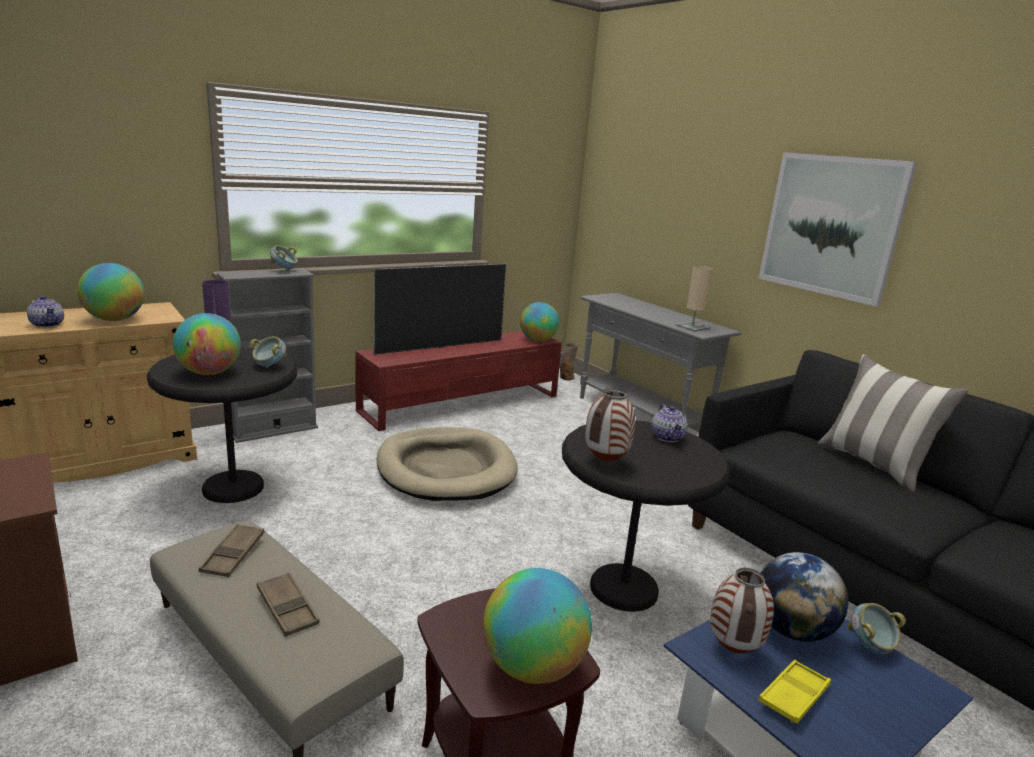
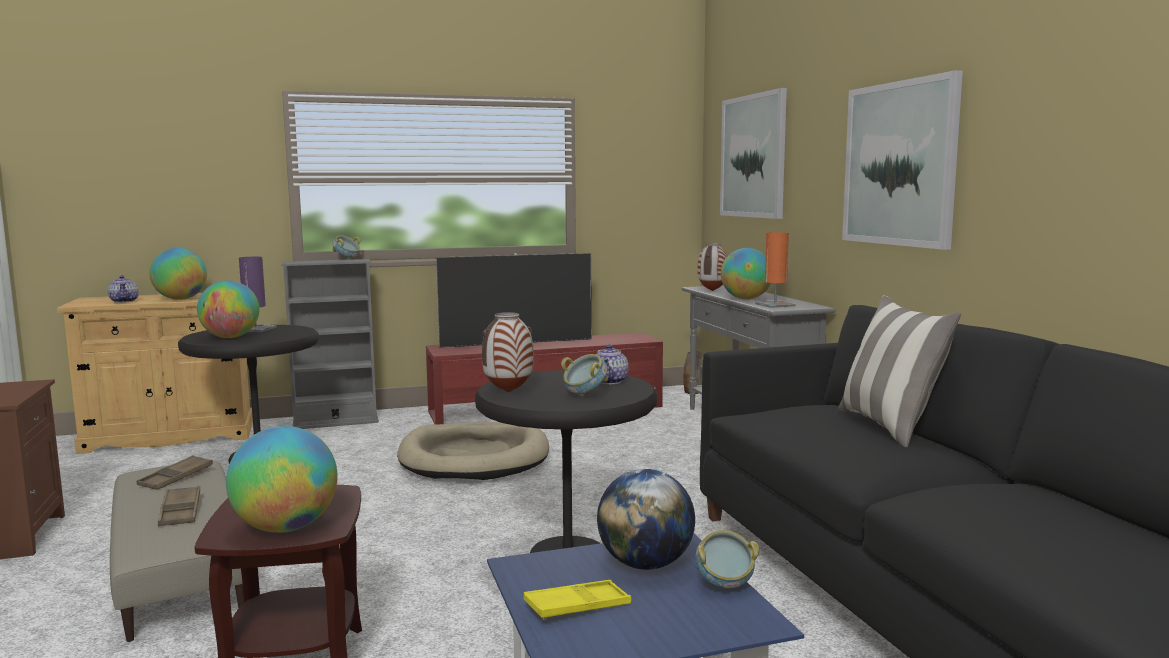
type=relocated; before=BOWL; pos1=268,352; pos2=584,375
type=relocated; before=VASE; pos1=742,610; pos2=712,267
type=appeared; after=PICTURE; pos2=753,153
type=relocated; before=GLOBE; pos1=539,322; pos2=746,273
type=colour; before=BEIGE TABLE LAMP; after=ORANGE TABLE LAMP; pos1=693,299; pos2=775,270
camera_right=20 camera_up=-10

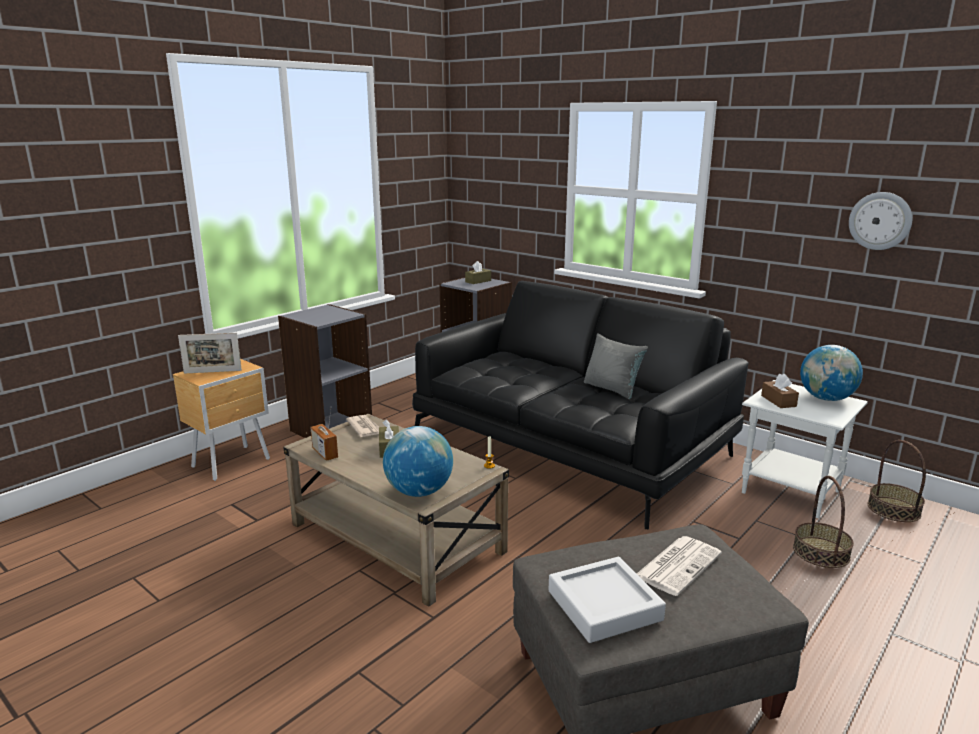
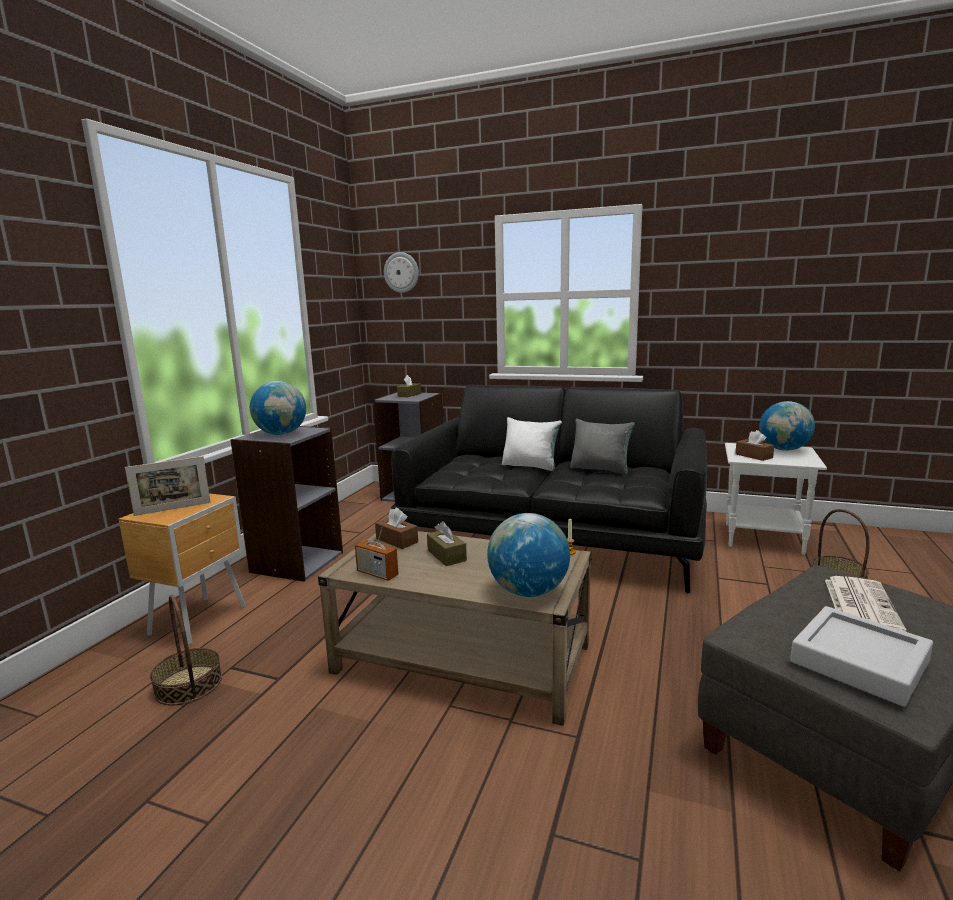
type=relocated; before=BASKET; pos1=896,481; pos2=186,650
type=appeared; after=GLOBE; pos2=278,408
type=exchanged; before=NEWSPAPER; after=BROWN TISSUE BOX; pos1=362,426; pos2=396,528
type=relocated; before=WALL CLOCK; pos1=880,221; pos2=401,272
type=appeared; after=WHITE PILLOW; pos2=532,444
camera_right=-20 camera_up=-5

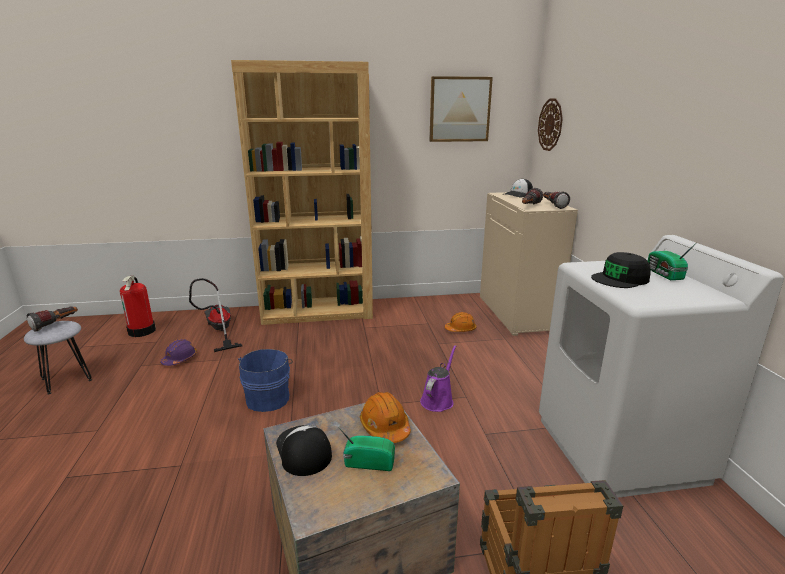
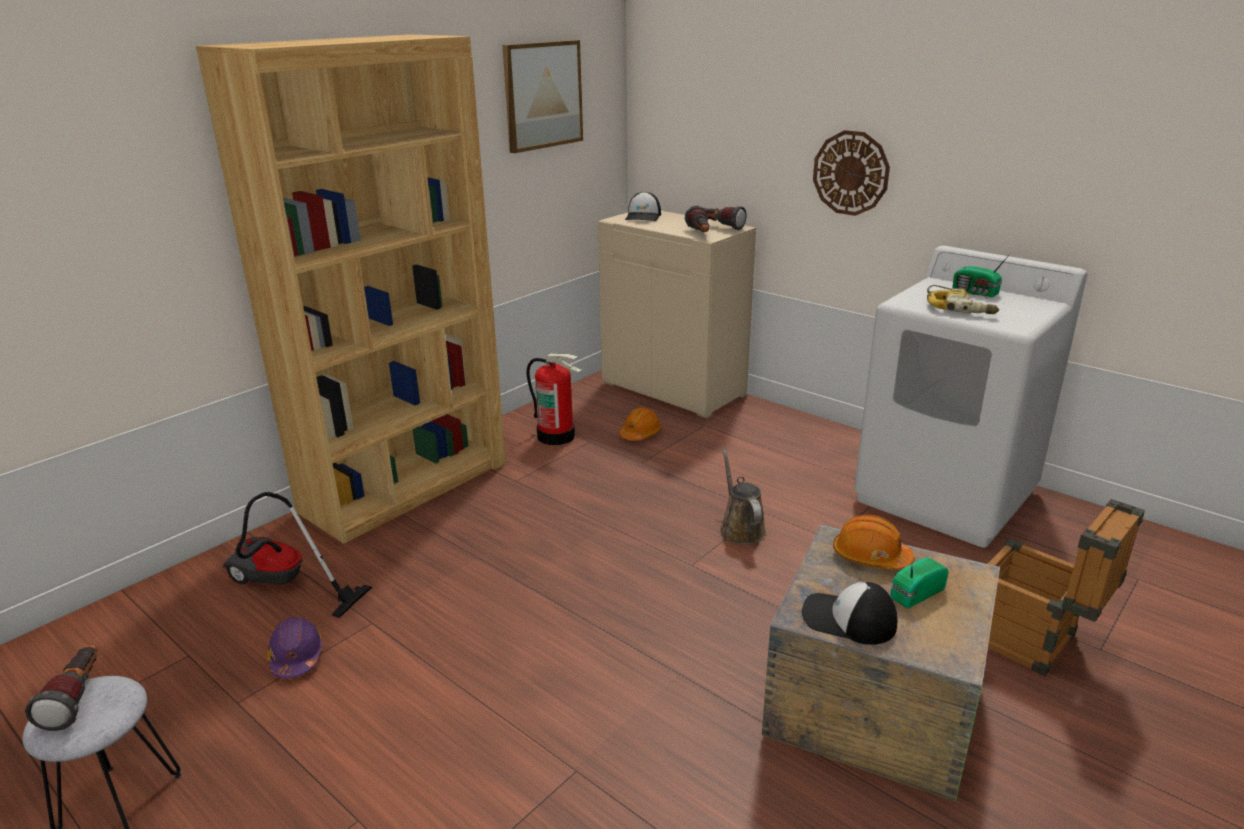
type=relocated; before=FIRE EXTINGUISHER; pos1=138,306; pos2=554,399
type=colour; before=PURPLE WATERING CAN; after=BROWN WATERING CAN; pos1=438,378; pos2=743,497
type=relocated; before=WALL CLOCK; pos1=550,124; pos2=851,173
type=exchanged; before=BLACK CAP; after=POWER DRILL; pos1=621,270; pos2=963,299
type=missing; before=BLUE BUCKET; pos1=265,380
camera_right=-40 camera_up=5

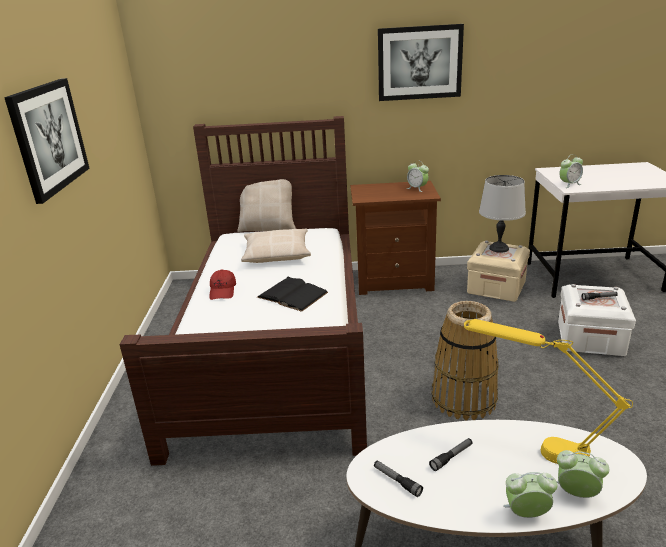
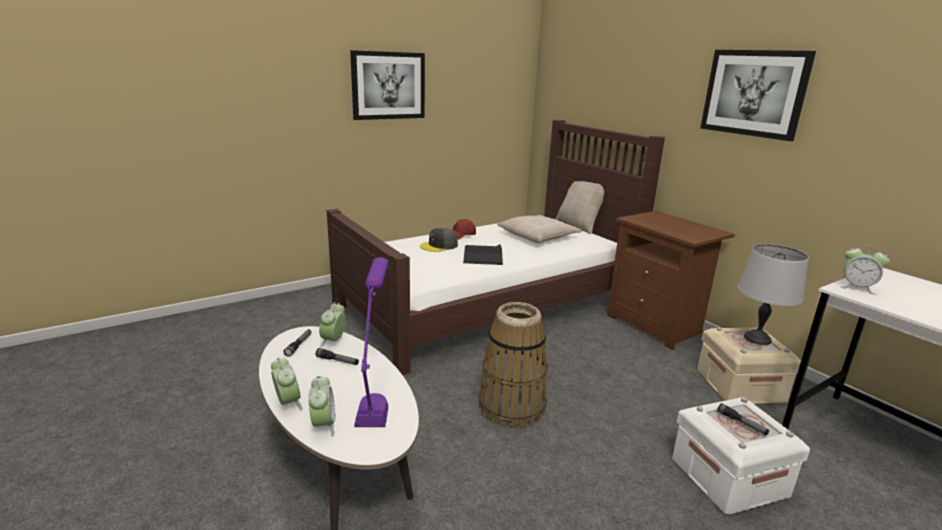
type=relocated; before=ALARM CLOCK; pos1=418,176; pos2=332,325
type=colour; before=YELLOW TABLE LAMP; after=PURPLE TABLE LAMP; pos1=548,391; pos2=371,342
type=appeared; after=GREY CAP; pos2=439,240
camera_right=55 camera_up=-5

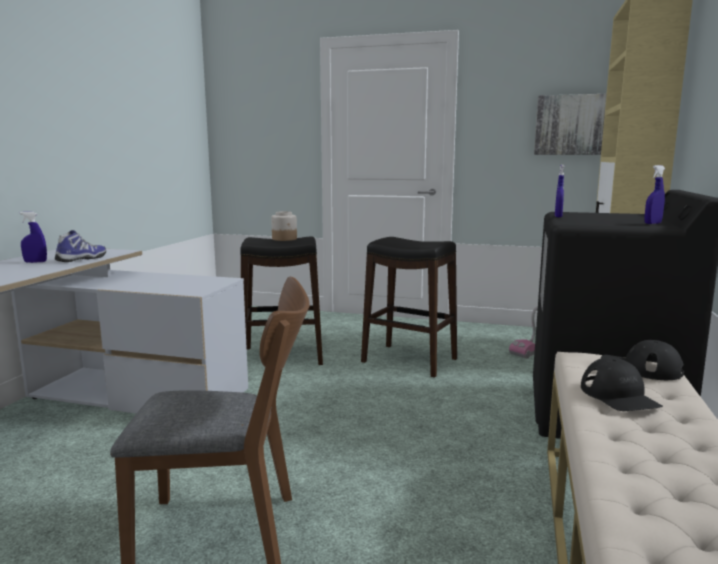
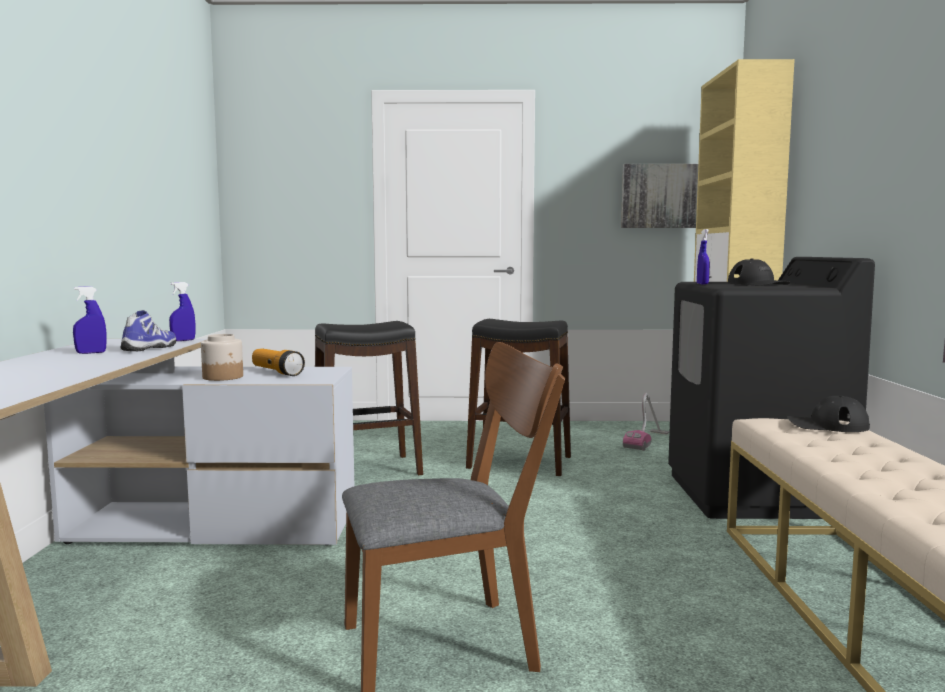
type=relocated; before=BLUE SPRAY BOTTLE; pos1=654,194; pos2=182,311
type=relocated; before=JAR; pos1=284,226; pos2=222,357
type=appeared; after=FLASHLIGHT; pos2=278,362
type=relocated; before=BLACK CAP; pos1=622,384; pos2=759,272
camera_right=-15 camera_up=-5

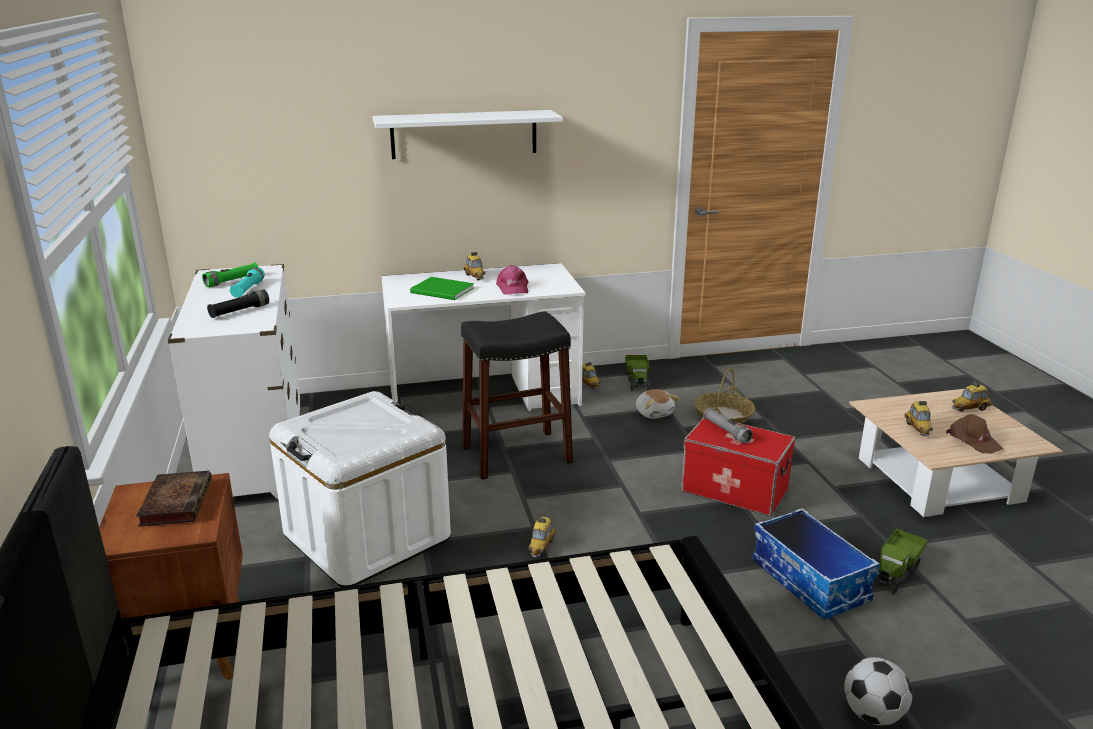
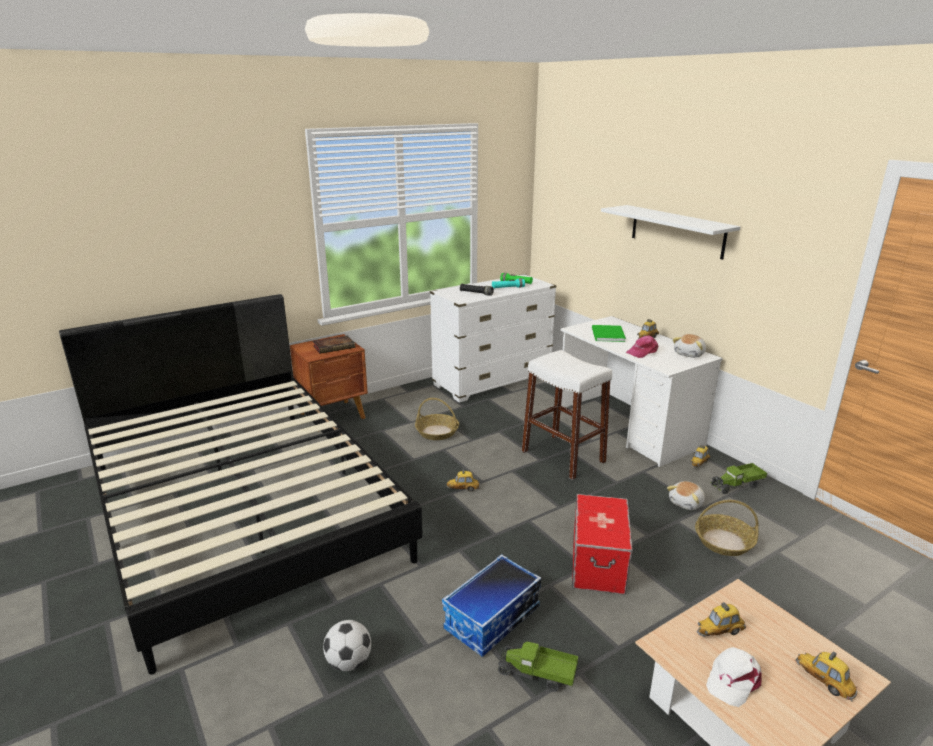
type=exchanged; before=WHITE STORAGE BOX; after=BASKET; pos1=360,489; pos2=437,419
type=colour; before=BLACK STOOL; after=WHITE STOOL; pos1=517,395; pos2=567,415
type=appeared; after=PLUSH TOY; pos2=689,346
type=colour; before=BROWN CAP; after=WHITE CAP; pos1=974,433; pos2=734,677
type=missing; before=GREY FLASHLIGHT; pos1=728,426
camera_right=70 camera_up=0

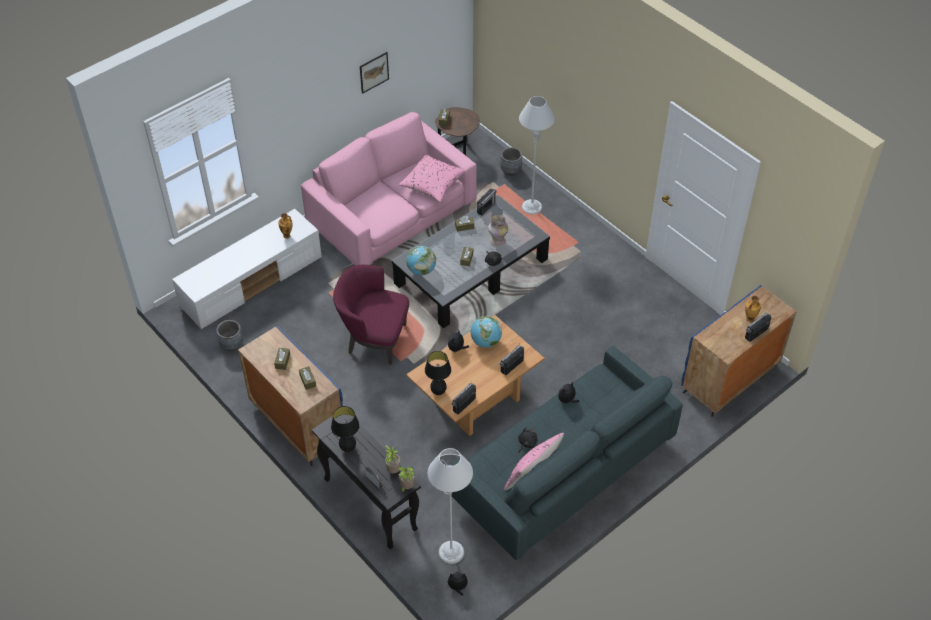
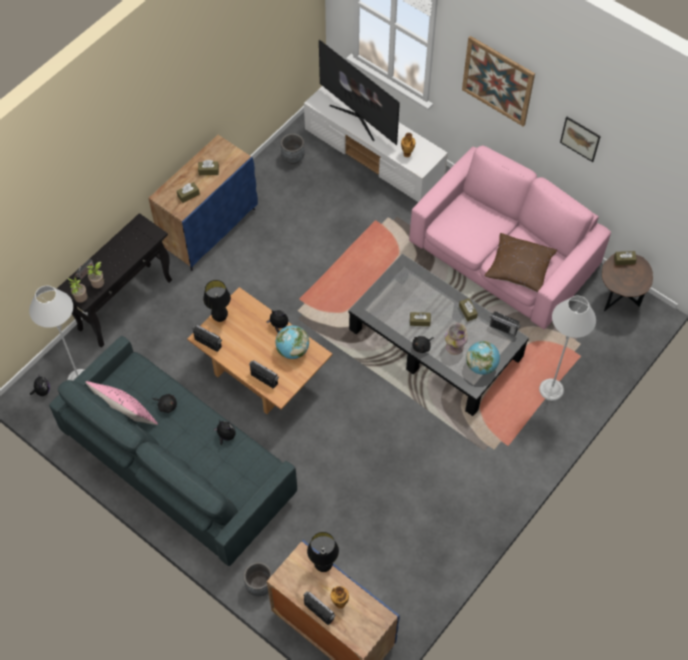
type=relocated; before=GREY PLANTER; pos1=511,161; pos2=257,579
type=relocated; before=BLACK TABLE LAMP; pos1=345,429; pos2=323,552
type=appeared; after=TELEVISION; pos2=359,92
type=appeared; after=PICTURE; pos2=498,81
type=relocated; before=GLOBE; pos1=421,260; pos2=483,358
type=colour; before=PINK PILLOW; after=BROWN PILLOW; pos1=431,178; pos2=521,262
type=missing; before=PURPLE ARMCHAIR; pos1=371,315
camera_right=80 camera_up=10

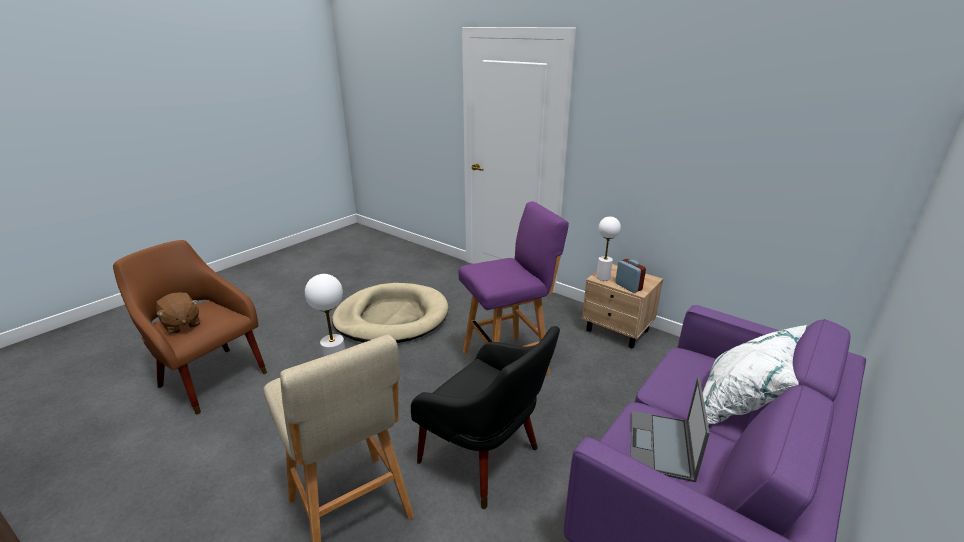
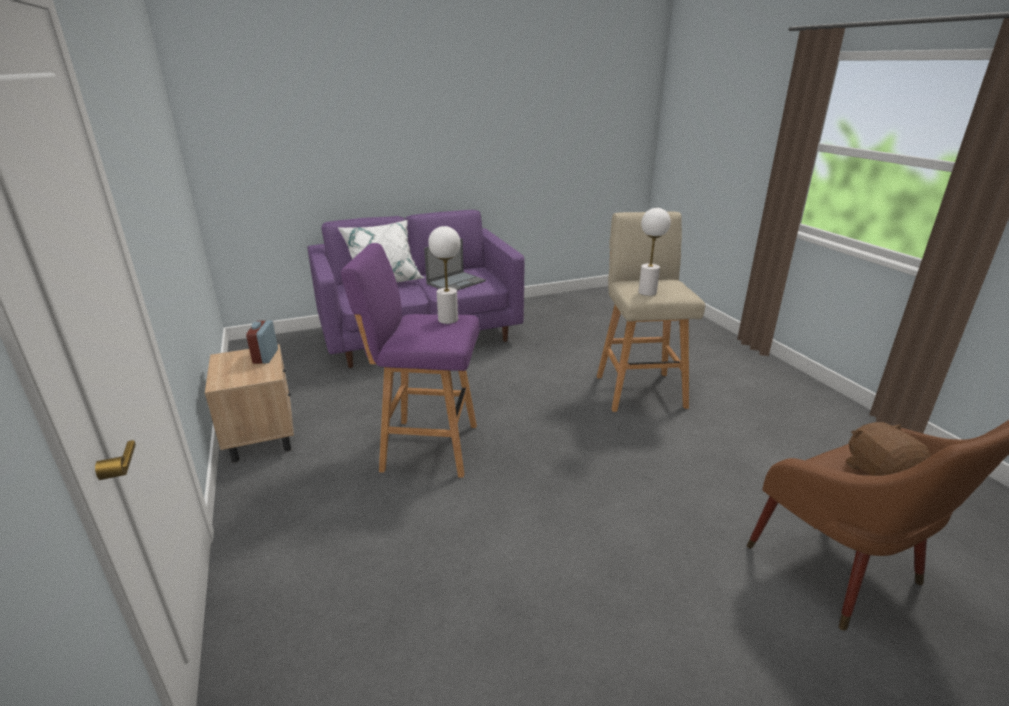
type=relocated; before=WHITE TABLE LAMP; pos1=608,249; pos2=444,275
type=missing; before=BEIGE DOG BED; pos1=390,313
type=missing; before=BLACK ARMCHAIR; pos1=485,417
camera_right=-150 camera_up=0

